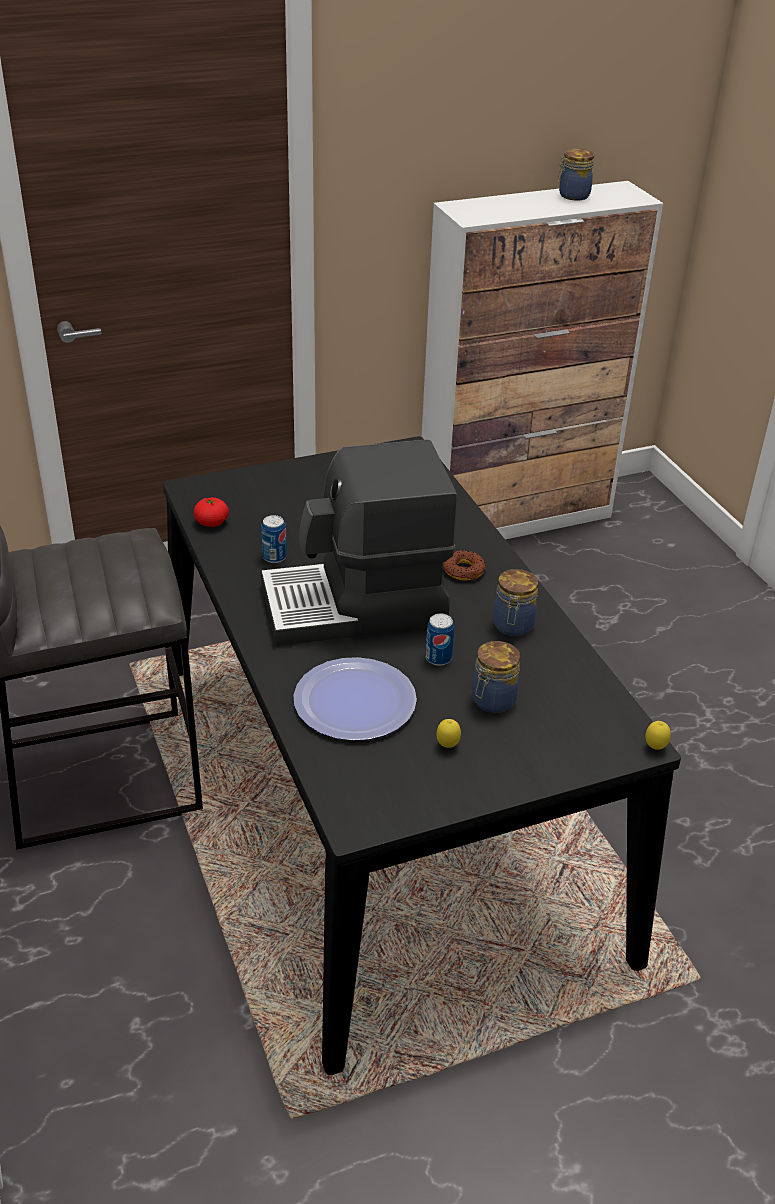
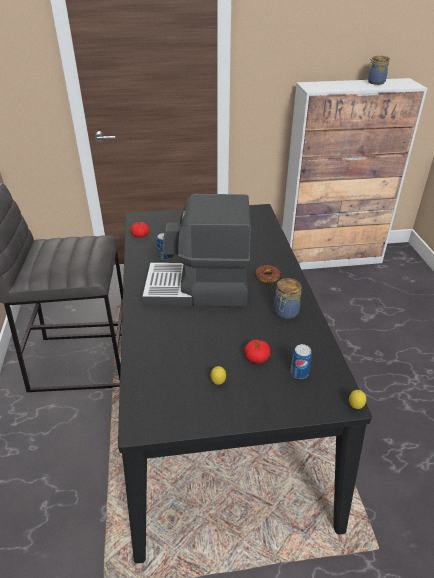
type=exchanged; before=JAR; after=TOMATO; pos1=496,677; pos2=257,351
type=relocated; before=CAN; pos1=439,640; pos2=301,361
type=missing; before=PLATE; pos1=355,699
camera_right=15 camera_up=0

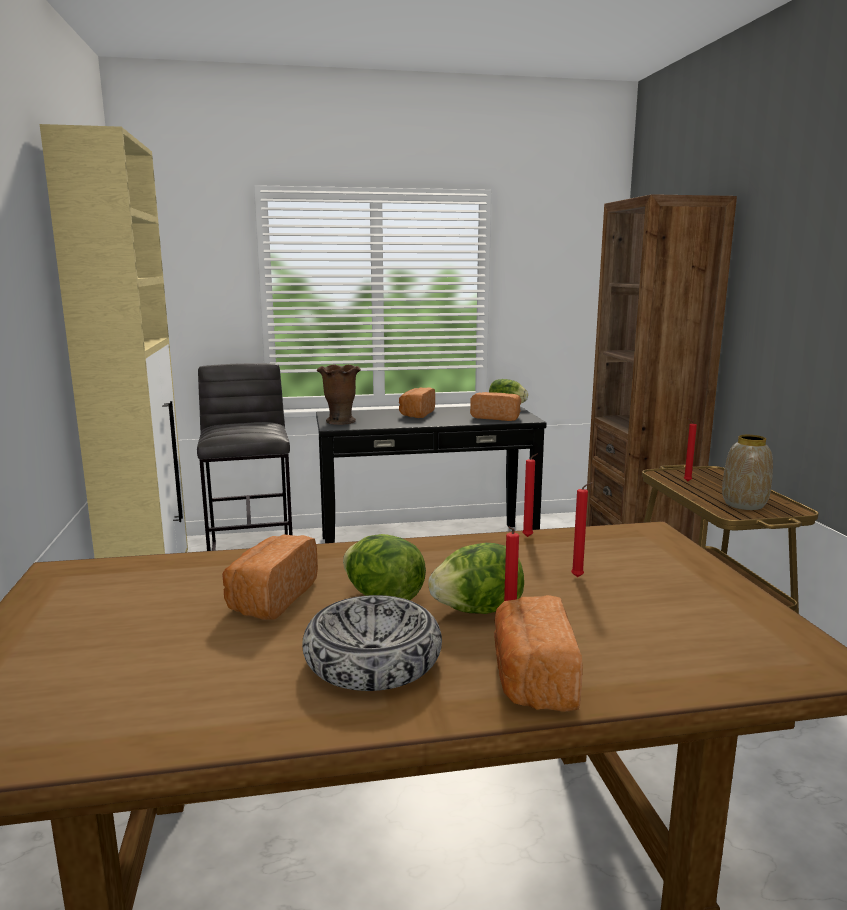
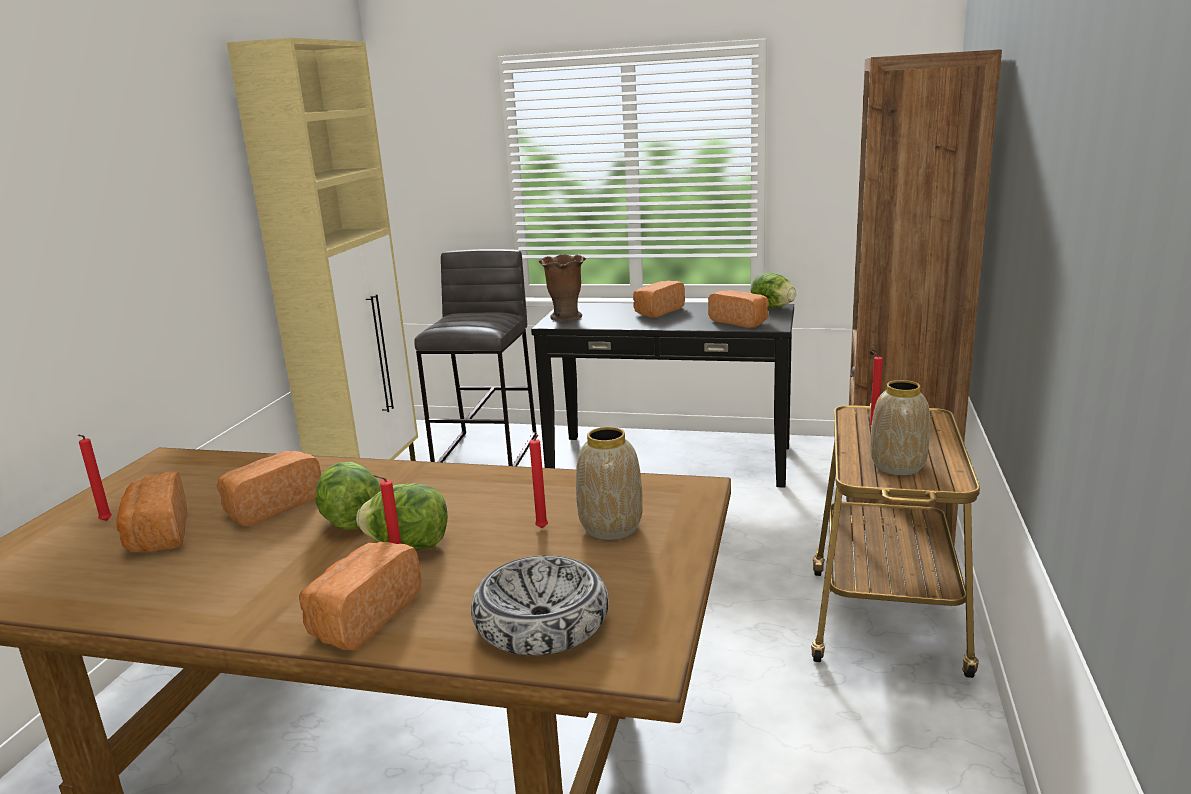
type=relocated; before=RED CANDLE; pos1=530,495; pos2=95,478
type=appeared; after=BREAD; pos2=151,512
type=relocated; before=BOWL; pos1=372,643; pos2=540,605
type=appeared; after=VASE; pos2=609,483
camera_right=25 camera_up=5

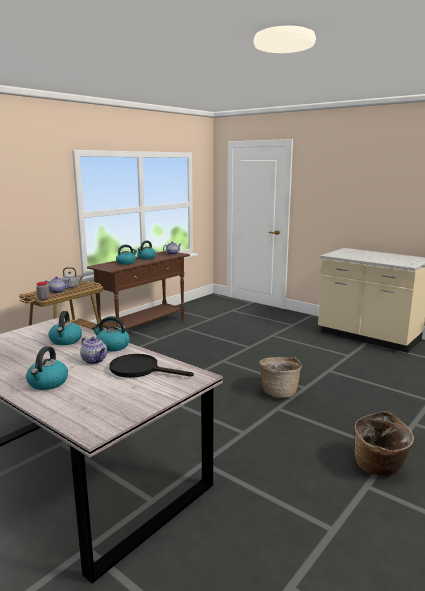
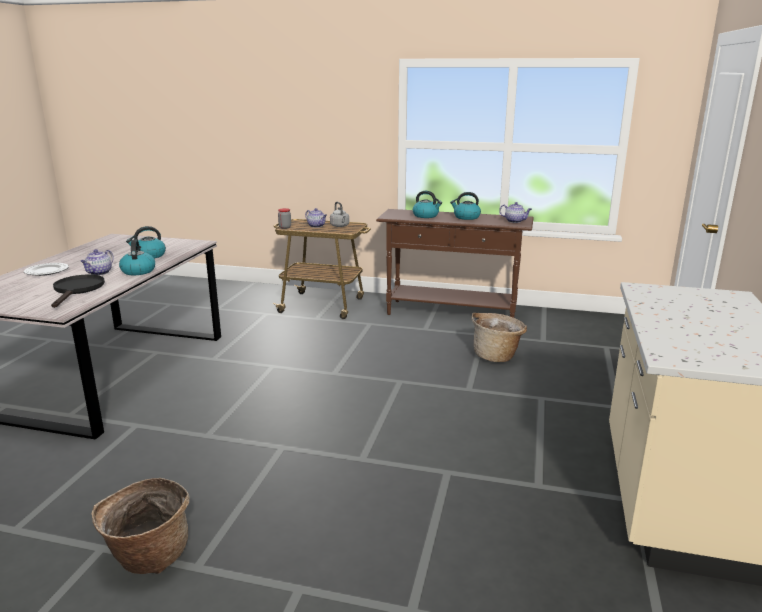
type=exchanged; before=KETTLE; after=PLATE; pos1=47,368; pos2=46,269
type=relocated; before=BASKET; pos1=280,377; pos2=499,337
camera_right=65 camera_up=5

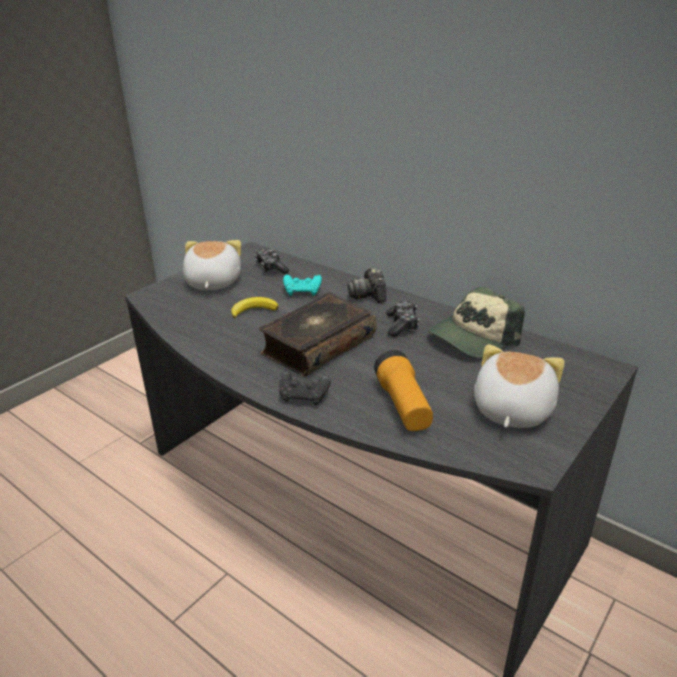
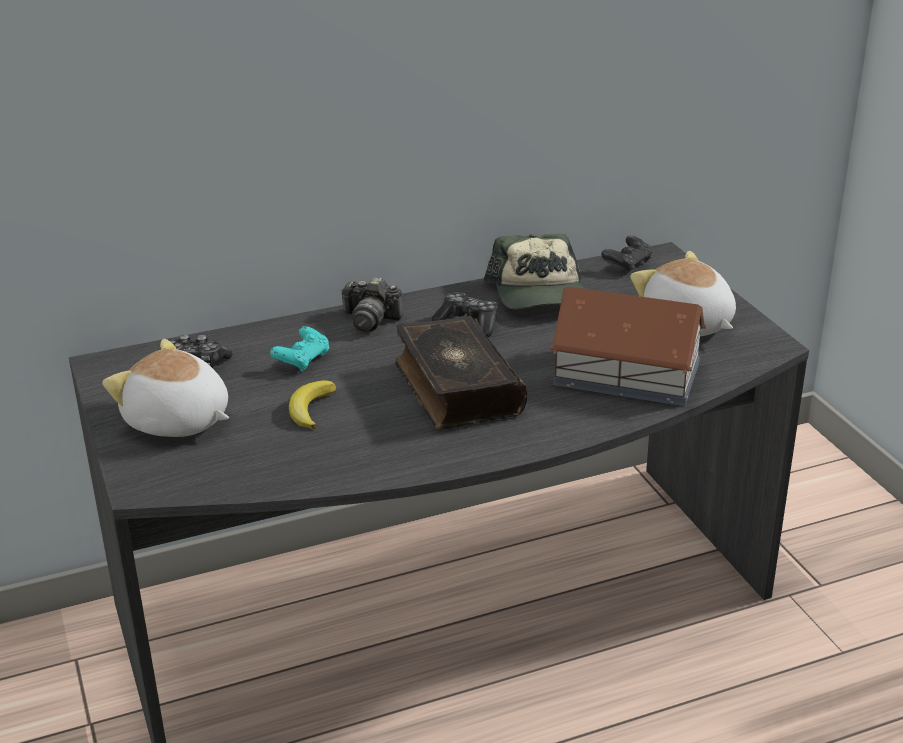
type=exchanged; before=FLASHLIGHT; after=TOY HOUSE; pos1=403,390; pos2=627,346
type=relocated; before=BLACK GAME CONTROLLER; pos1=305,388; pos2=626,254
camera_right=-60 camera_up=0

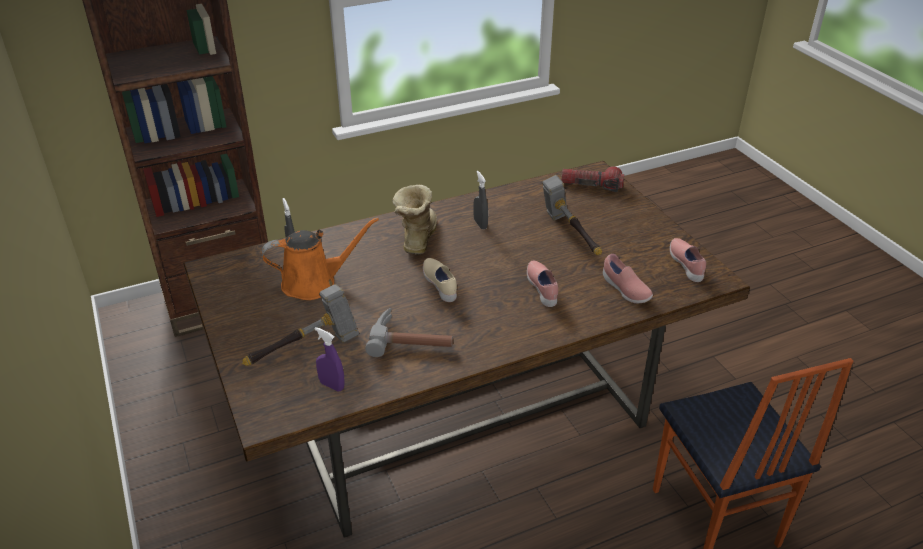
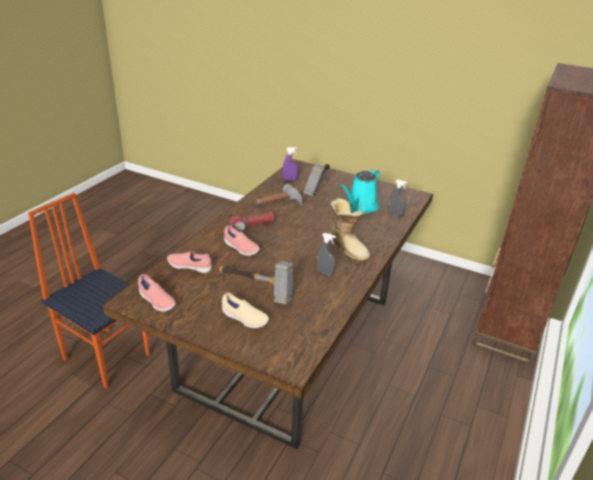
type=relocated; before=BEIGE SHOE; pos1=440,280; pos2=245,310
type=relocated; before=FLASHLIGHT; pos1=593,179; pos2=250,222
type=colour; before=ORANGE WATERING CAN; after=TURQUOISE WATERING CAN; pos1=320,258; pos2=360,191
camera_right=140 camera_up=-5

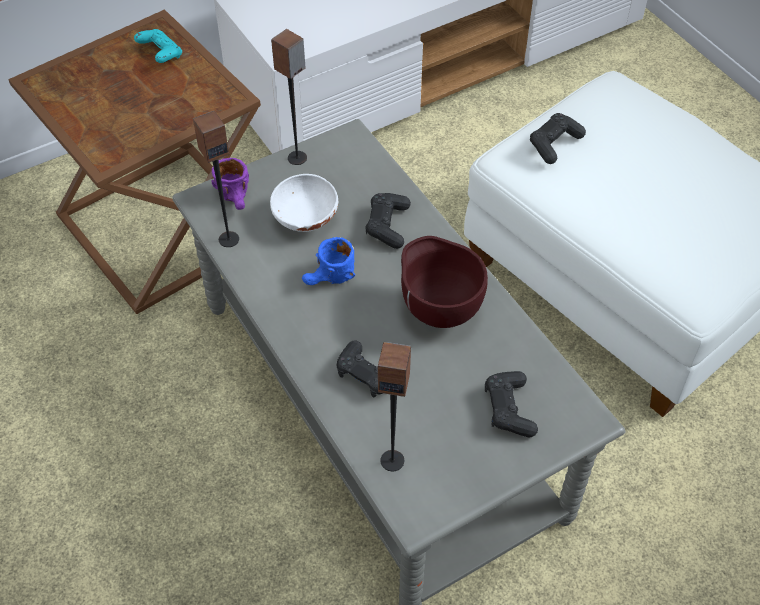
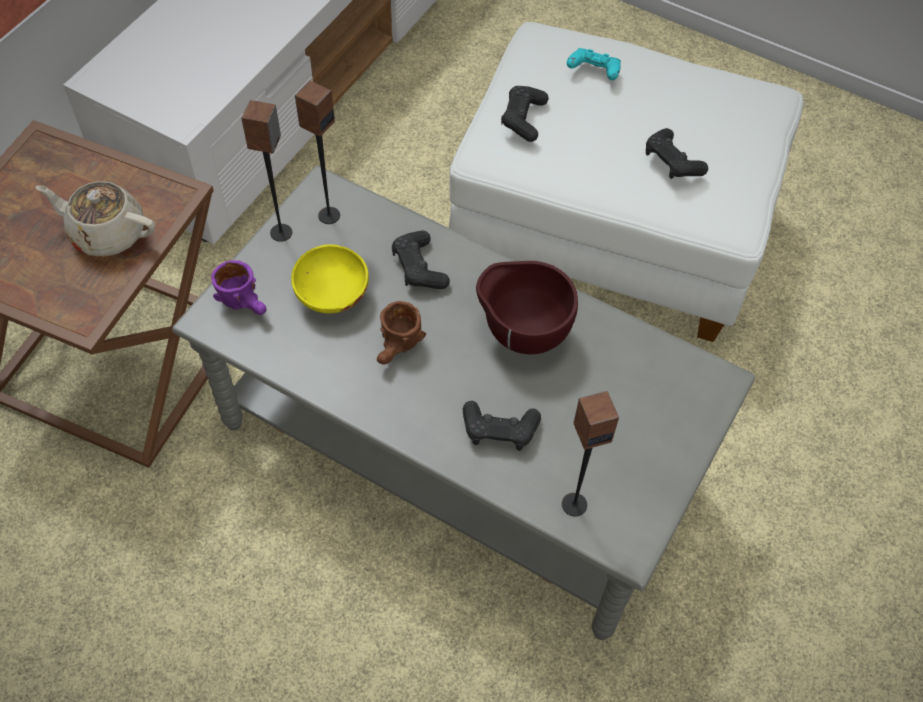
type=appeared; after=BEIGE TEAPOT; pos2=95,219
type=colour; before=WHITE BOWL; after=YELLOW BOWL; pos1=304,203; pos2=330,278
type=relocated; before=SPEAKER; pos1=216,179; pos2=317,152
type=colour; before=BLUE MUG; after=BROWN MUG; pos1=328,261; pos2=401,333
type=relocated; before=TURQUOISE GAME CONTROLLER; pos1=158,46; pos2=594,64
type=relocated; before=BLACK GAME CONTROLLER; pos1=511,404; pos2=677,153
camera_right=-30 camera_up=5

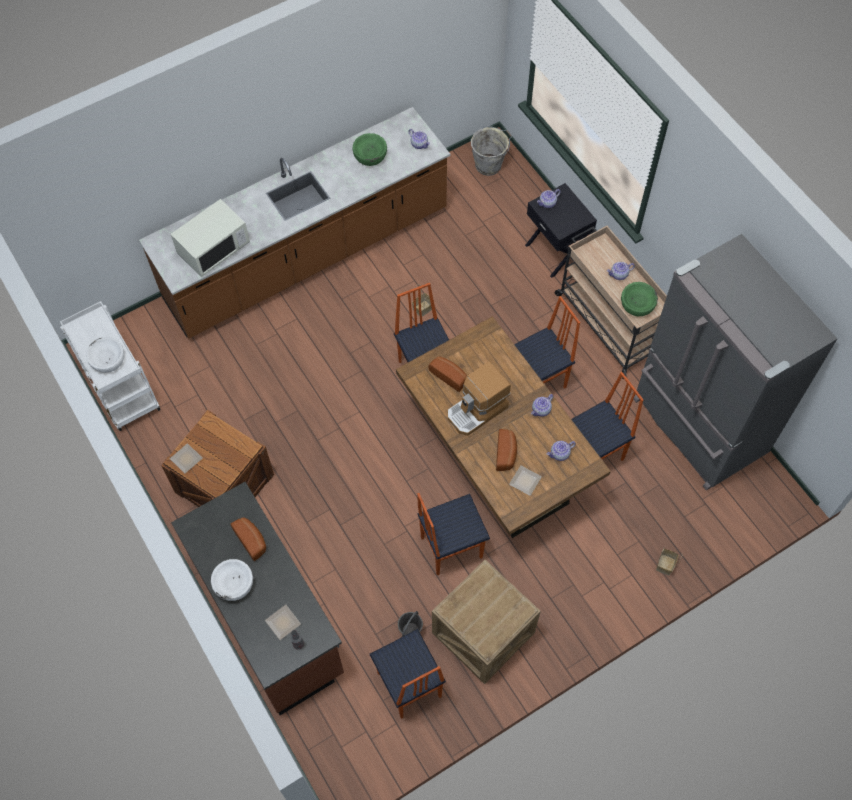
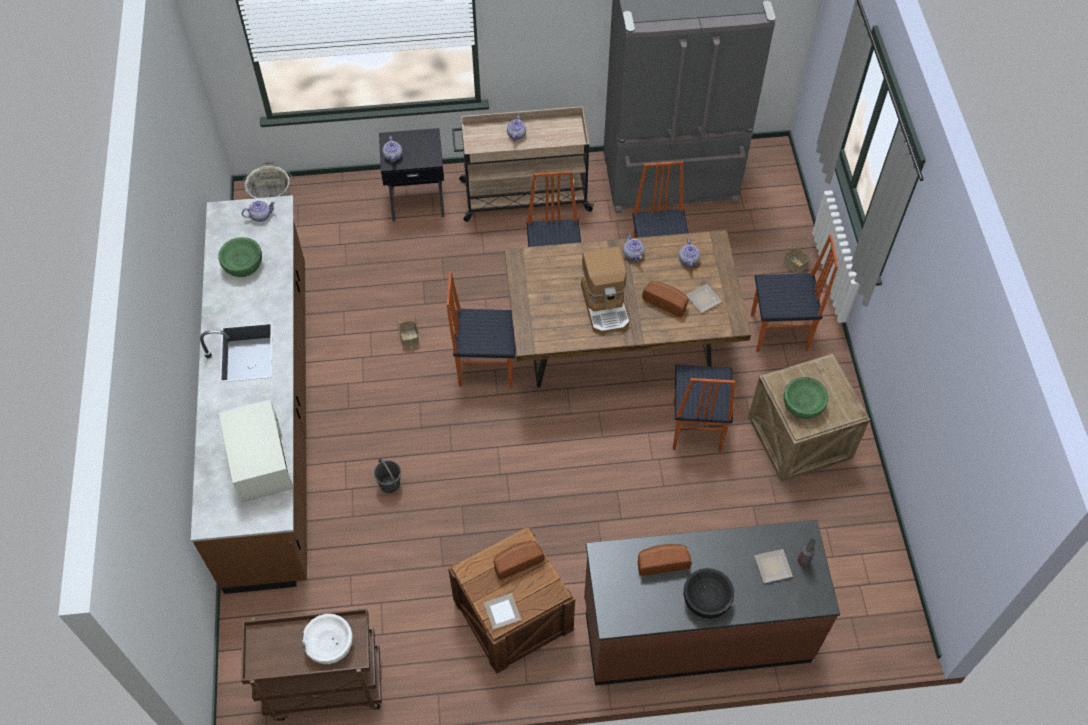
type=colour; before=WHITE CART; after=BROWN CART; pos1=110,366; pos2=311,664
type=relocated; before=GREY BUCKET; pos1=410,624; pos2=387,475
type=relocated; before=BREAD; pos1=448,374; pos2=519,560
type=colour; before=WHITE BOWL; after=BLACK BOWL; pos1=232,580; pos2=708,593
type=relocated; before=CHAIR; pos1=408,674; pos2=794,293
type=relocated; before=GREEN BOWL; pos1=639,299; pos2=806,398
camera_right=-65 camera_up=-5

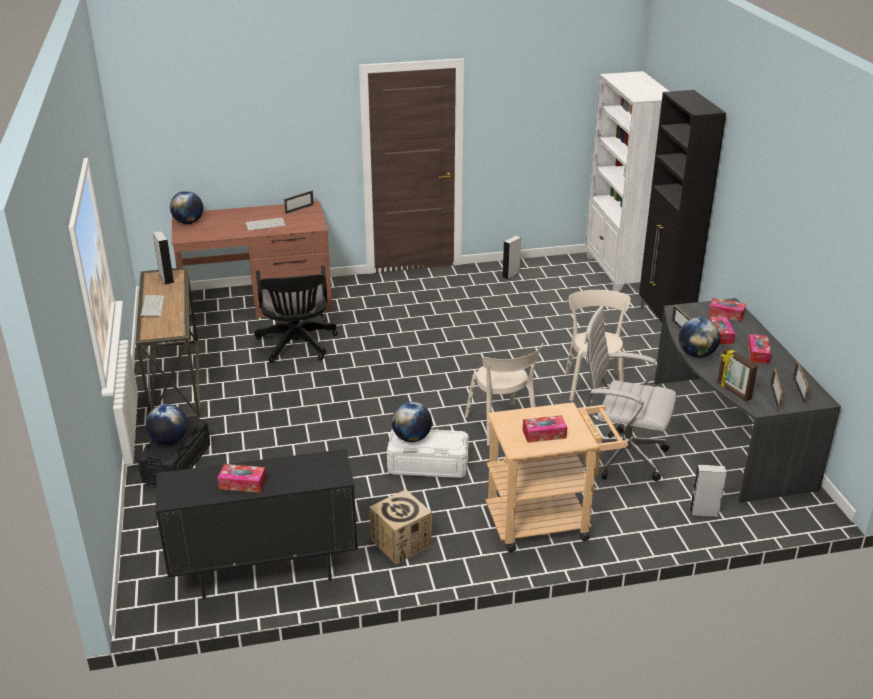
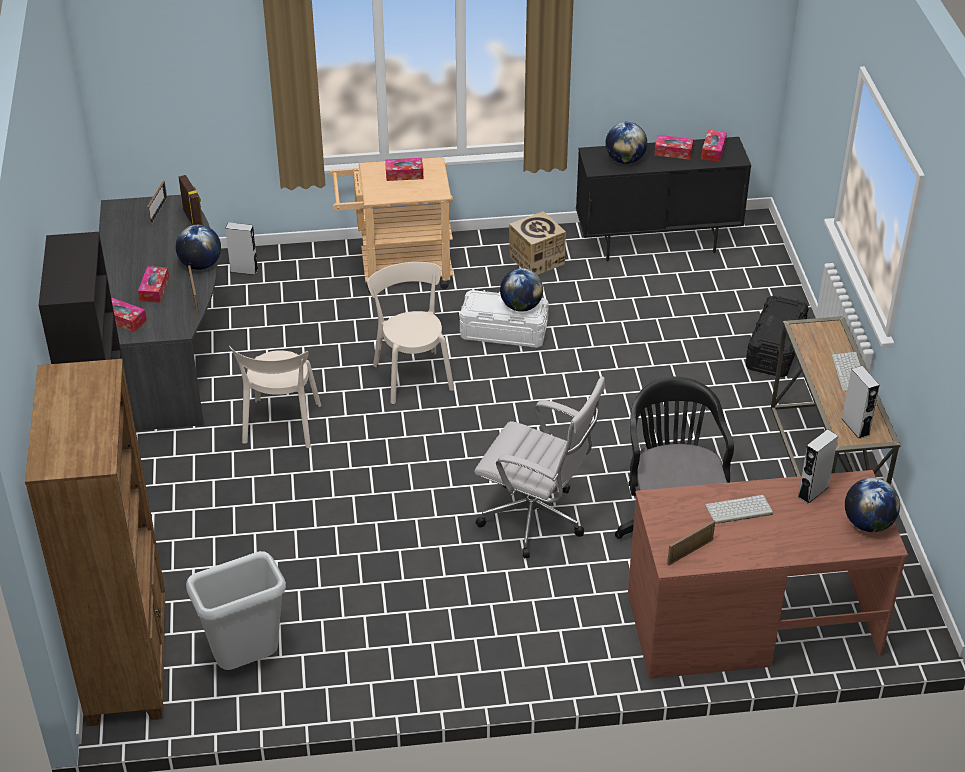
type=colour; before=WHITE BOOKCASE; after=BROWN BOOKCASE; pos1=628,181; pos2=95,542
type=appeared; after=GREY TRASH CAN; pos2=236,610
type=relocated; before=WHITE OFFICE CHAIR; pos1=630,393; pos2=539,467
type=relocated; before=GLOBE; pos1=167,424; pos2=626,143
type=relocated; before=TISSUE BOX; pos1=759,349; pos2=714,146
type=relocated; before=GREY SPEAKER; pos1=511,258; pos2=818,466
type=missing; before=PICTURE FRAME; pos1=801,382
camera_right=-175 camera_up=10

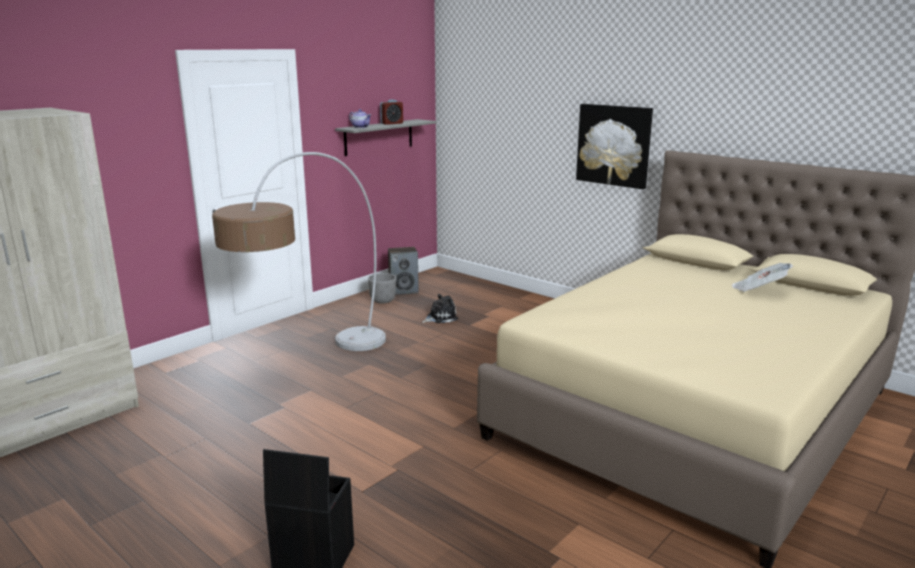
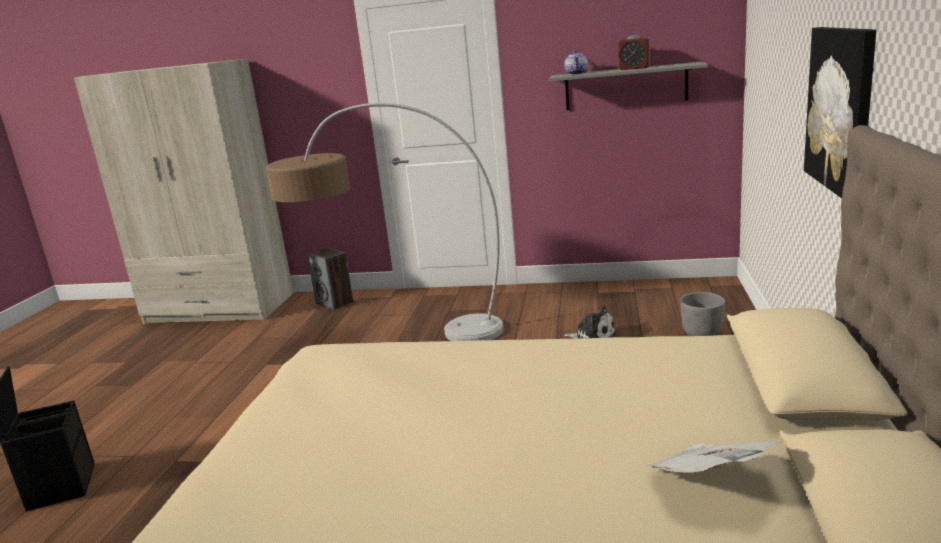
type=relocated; before=SPEAKER; pos1=403,271; pos2=330,279
type=relocated; before=GREY PLANTER; pos1=382,288; pos2=702,314
camera_right=60 camera_up=0

